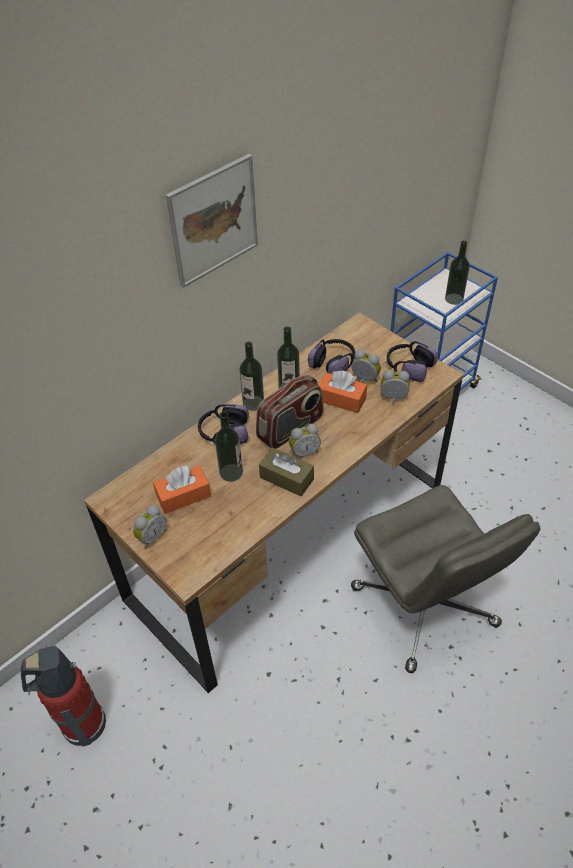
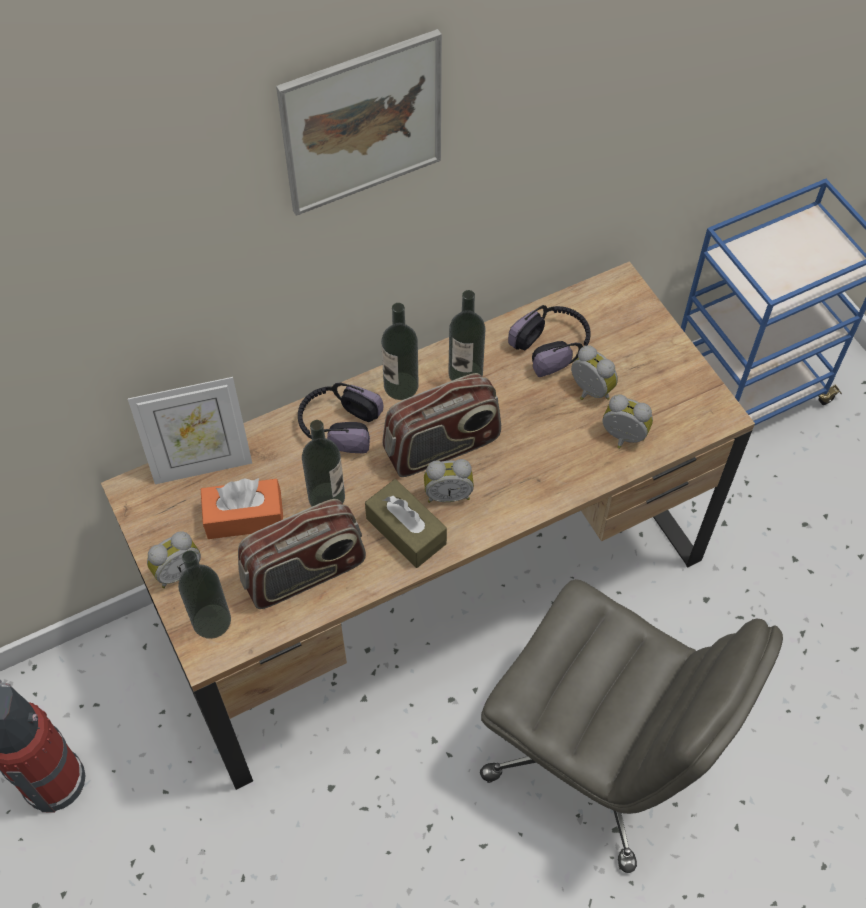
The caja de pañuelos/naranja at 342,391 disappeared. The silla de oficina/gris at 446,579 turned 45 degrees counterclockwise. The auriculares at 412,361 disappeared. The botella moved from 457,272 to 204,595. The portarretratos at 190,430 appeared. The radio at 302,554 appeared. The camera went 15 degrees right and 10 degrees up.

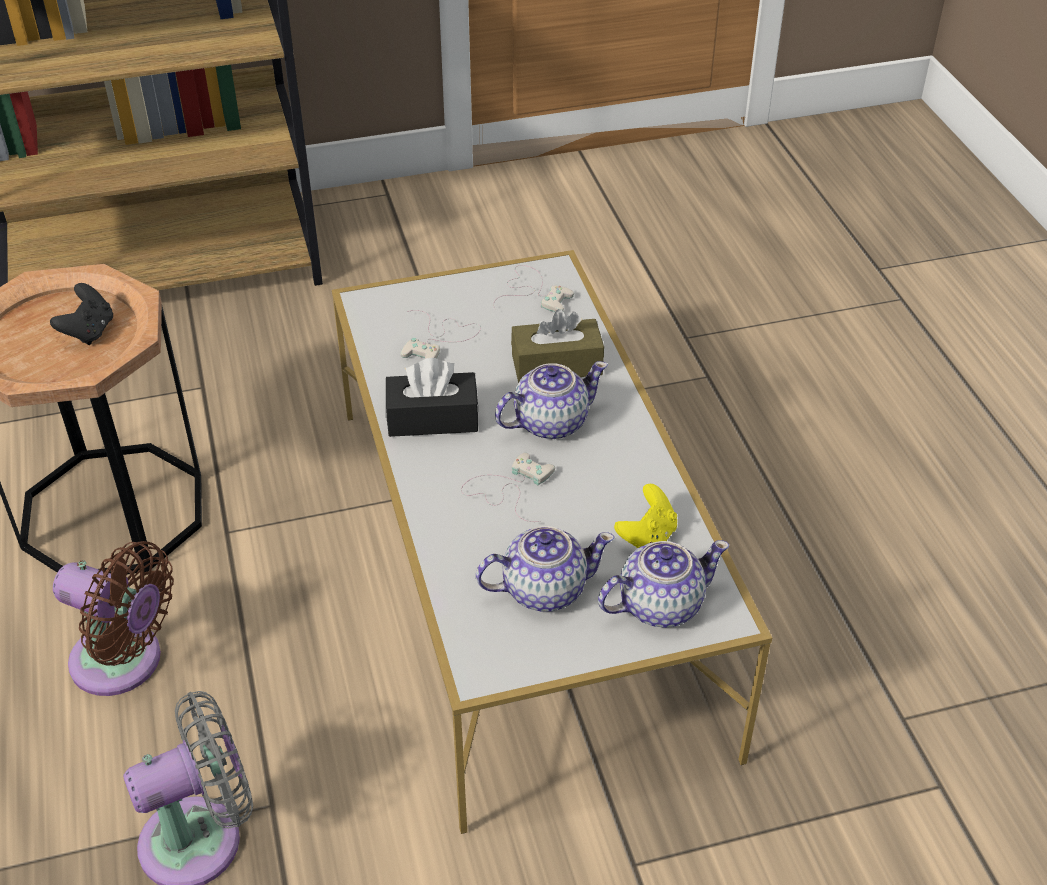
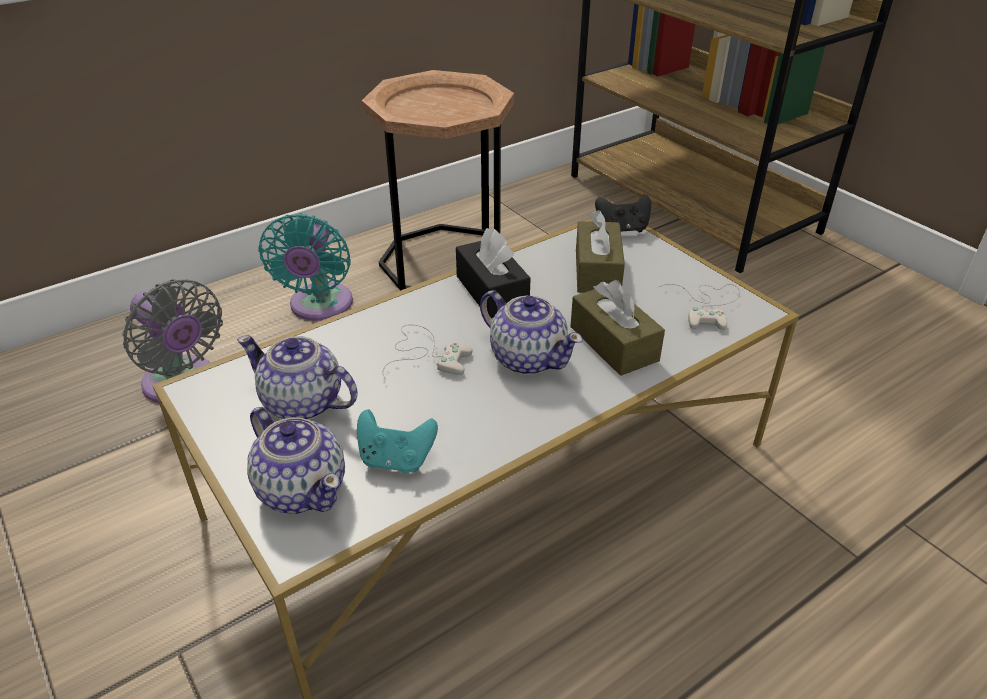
The mando de consola/negro moved from 81,314 to 623,213. The ventilador/marrón at 113,618 became the ventilador/turquesa at 305,267. The mando de consola/blanco at 441,334 was replaced by the caja de pañuelos/marrón at 600,251. The tetera at 545,569 turned 150 degrees clockwise. The mando de consola/amarillo at 645,516 became the mando de consola/turquesa at 397,441. The camera went 70 degrees right and 5 degrees down.

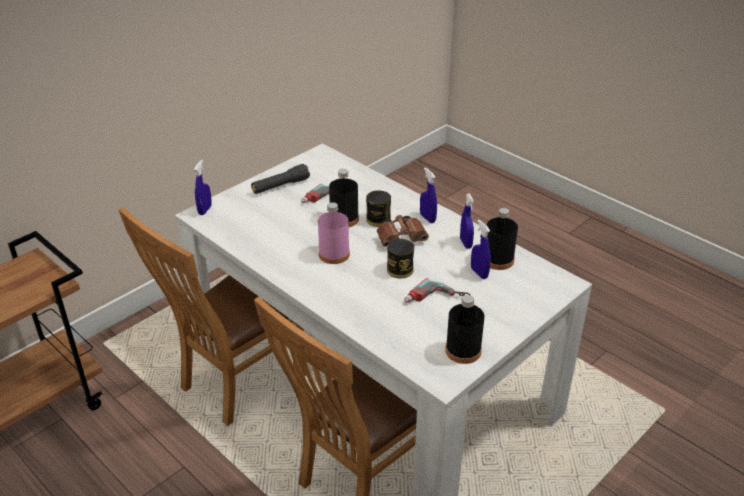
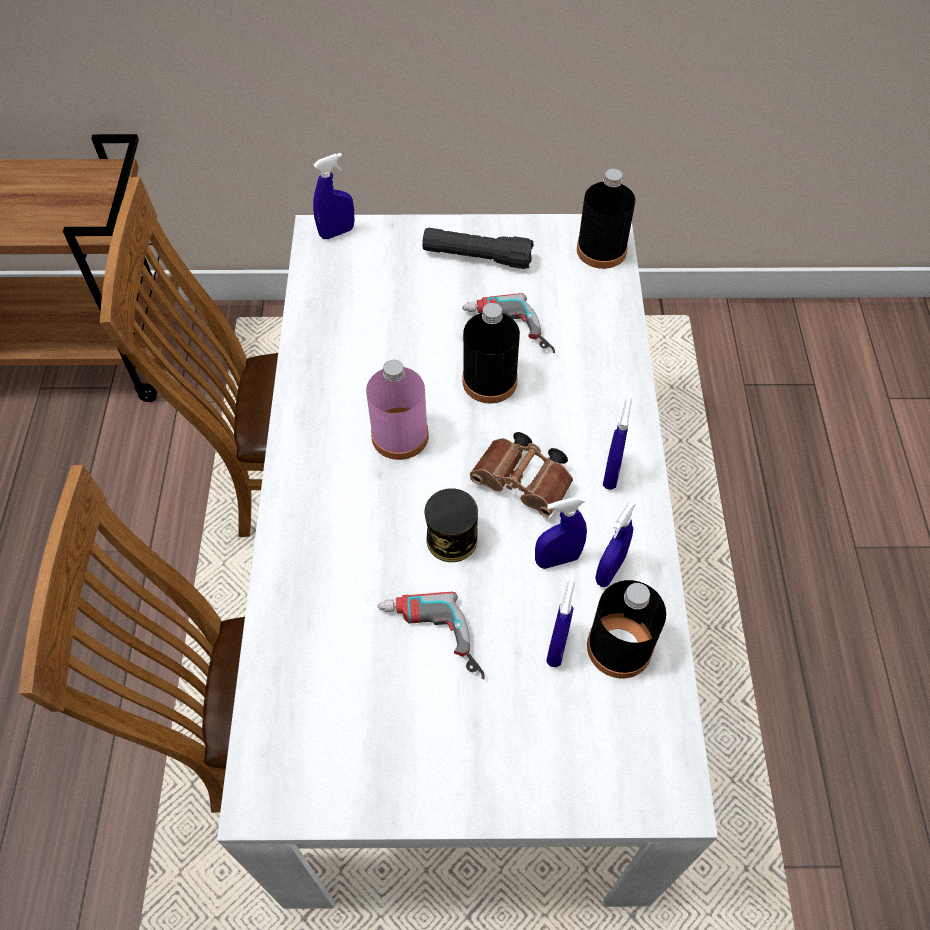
The lata at 378,208 disappeared. The botella/negro moved from 465,329 to 606,219. The pulverizador/azul at 561,532 appeared. The camera went 45 degrees right and 20 degrees up.

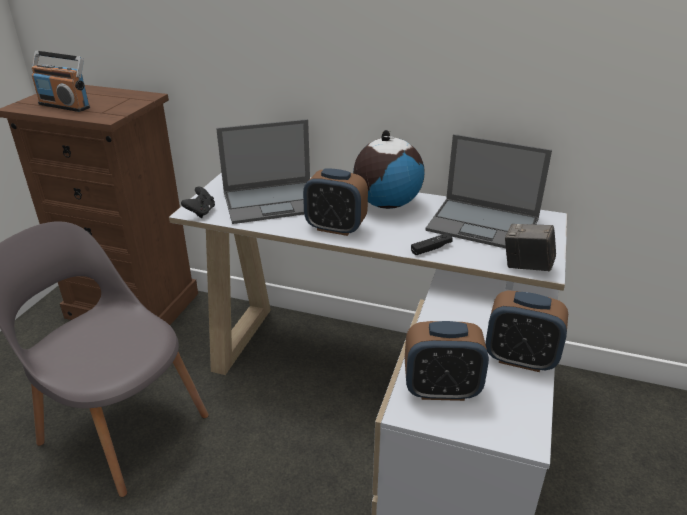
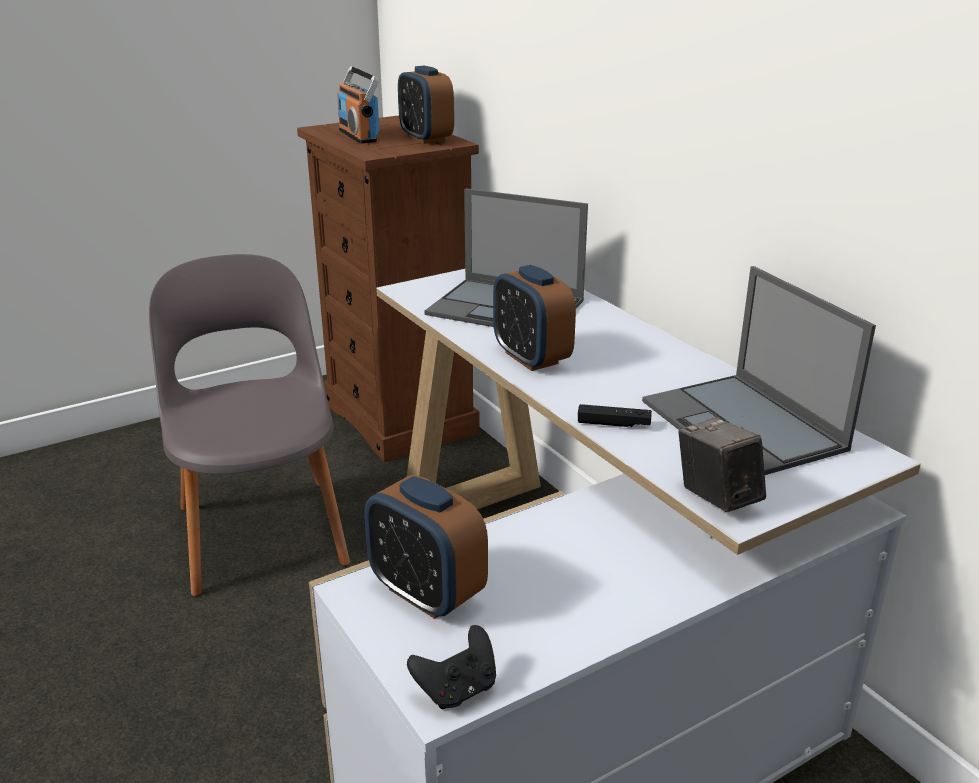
The mando de consola/negro moved from 198,202 to 451,667. The globo terráqueo at 389,169 disappeared. The despertador moved from 527,331 to 426,105. The camera went 40 degrees right and 5 degrees down.

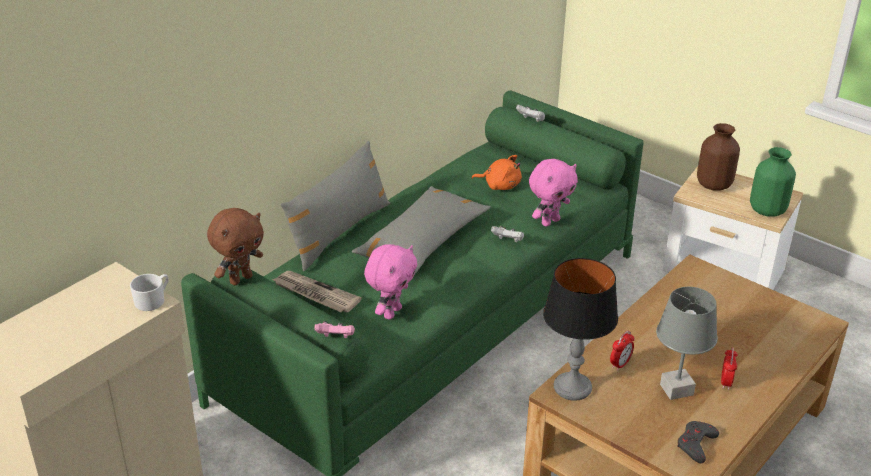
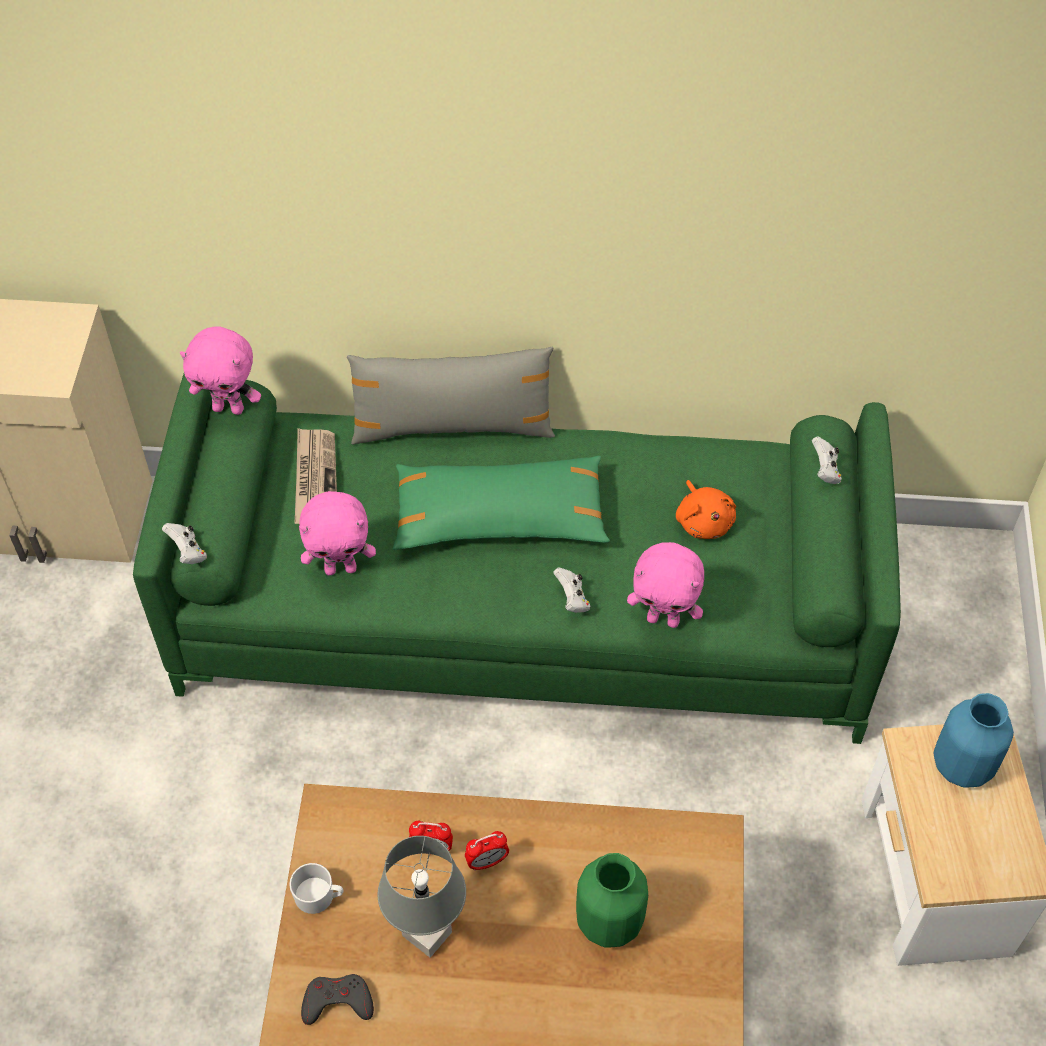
The taza grande/blanco moved from 149,292 to 316,888. The peluche/marrón at 235,246 became the peluche/rosa at 220,370. The mando de consola/rosa at 334,329 became the mando de consola/blanco at 184,543. The cojín/gris at 421,230 became the cojín/verde at 501,503. The lámpara de mesa at 580,329 disappeared. The florero/marrón at 718,157 became the florero/azul at 974,740. The despertador moved from 729,368 to 487,851. The florero/verde moved from 773,182 to 612,900. The camera went 55 degrees right and 20 degrees up.

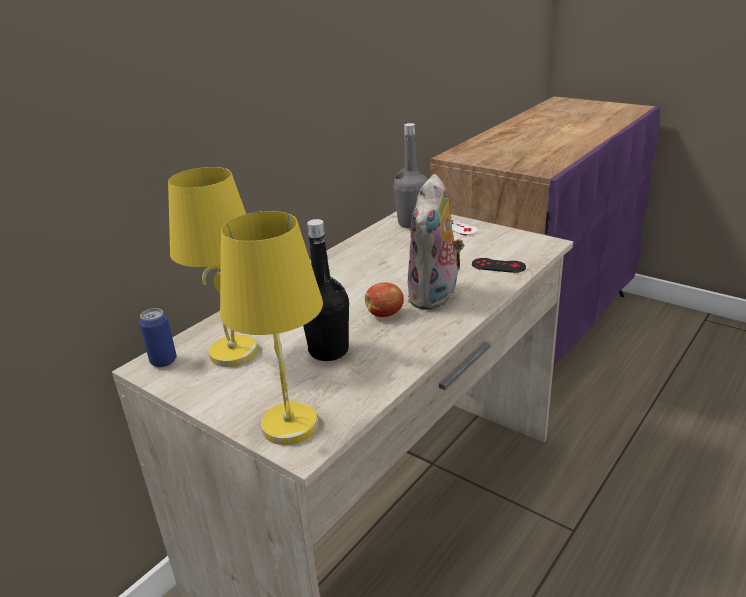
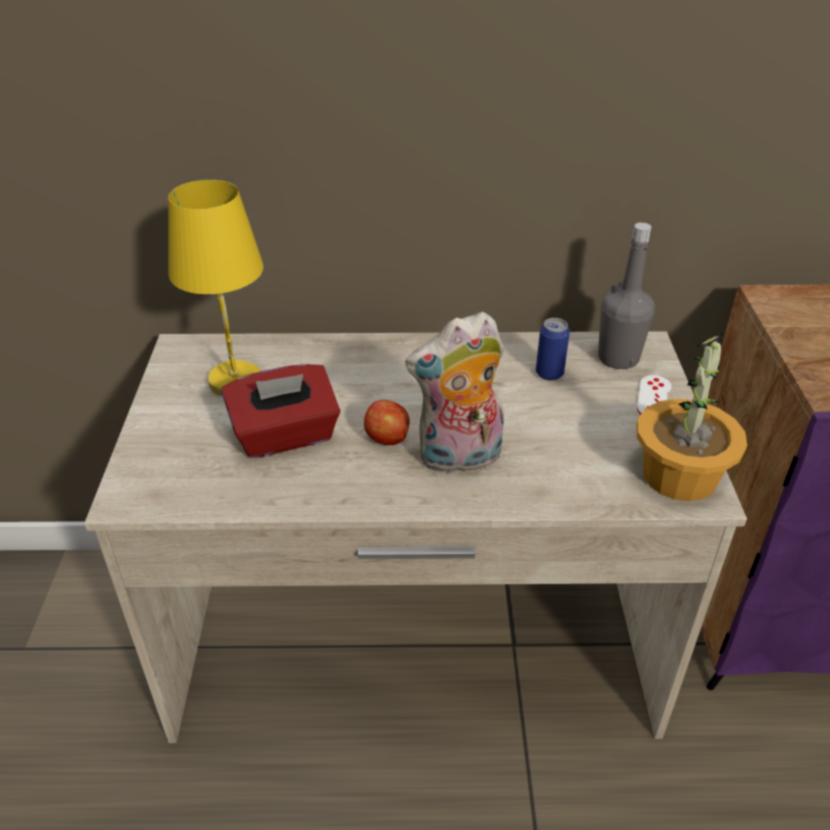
The lata moved from 158,337 to 553,349. The lámpara de mesa/amarillo at 271,328 disappeared. The botella/negro at 326,290 was replaced by the caja de pañuelos/rojo at 280,411. The mando de consola/negro at 499,265 disappeared. The planta en maceta at 692,416 appeared. The camera went 50 degrees right and 10 degrees up.

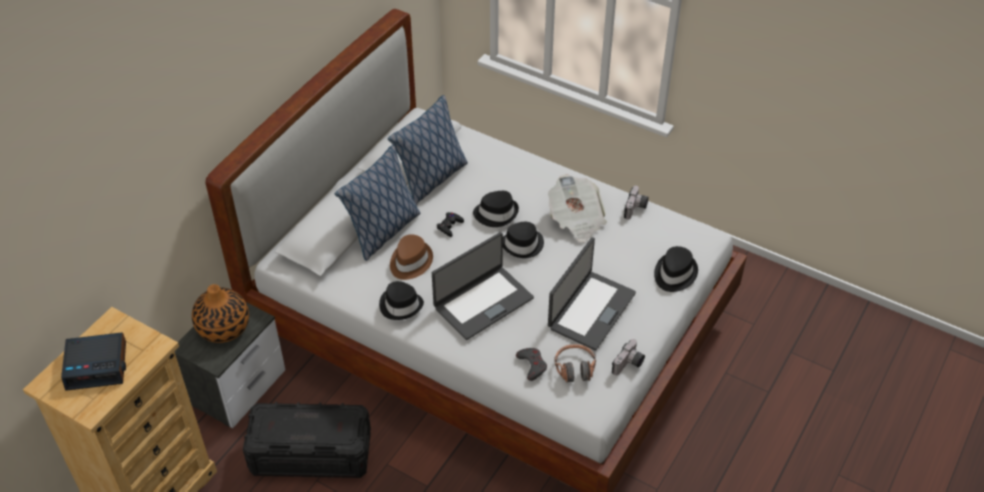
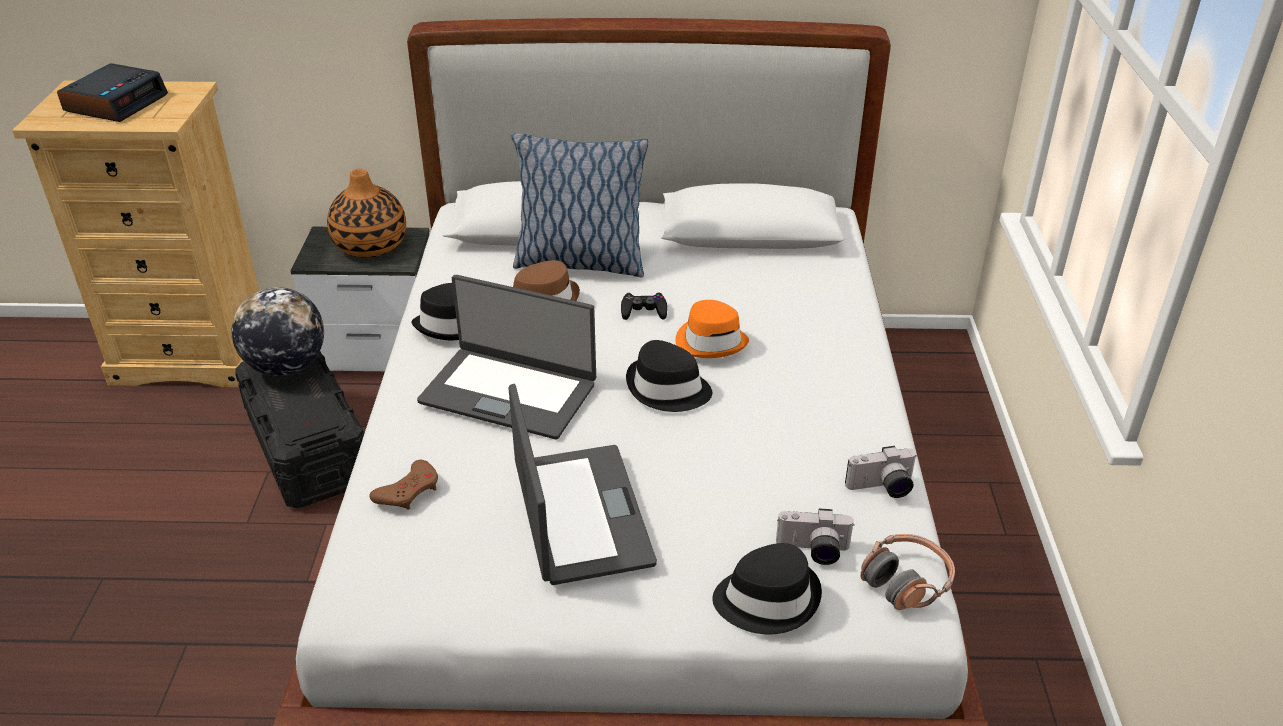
The despertador at 93,361 turned 120 degrees counterclockwise. The cojín at 428,150 disappeared. The sombrero/negro at 496,209 became the sombrero/naranja at 712,329. The mando de consola/gris at 531,364 became the mando de consola/marrón at 403,485. The periódico at 577,208 disappeared. The portátil at 592,294 turned 105 degrees counterclockwise. The auriculares moved from 575,363 to 908,572. The cámara moved from 628,357 to 815,536. The globo terráqueo at 278,331 appeared. The camera went 60 degrees right and 10 degrees down.

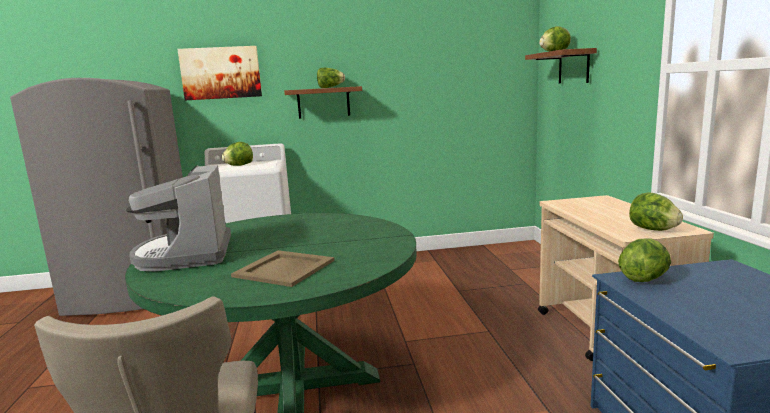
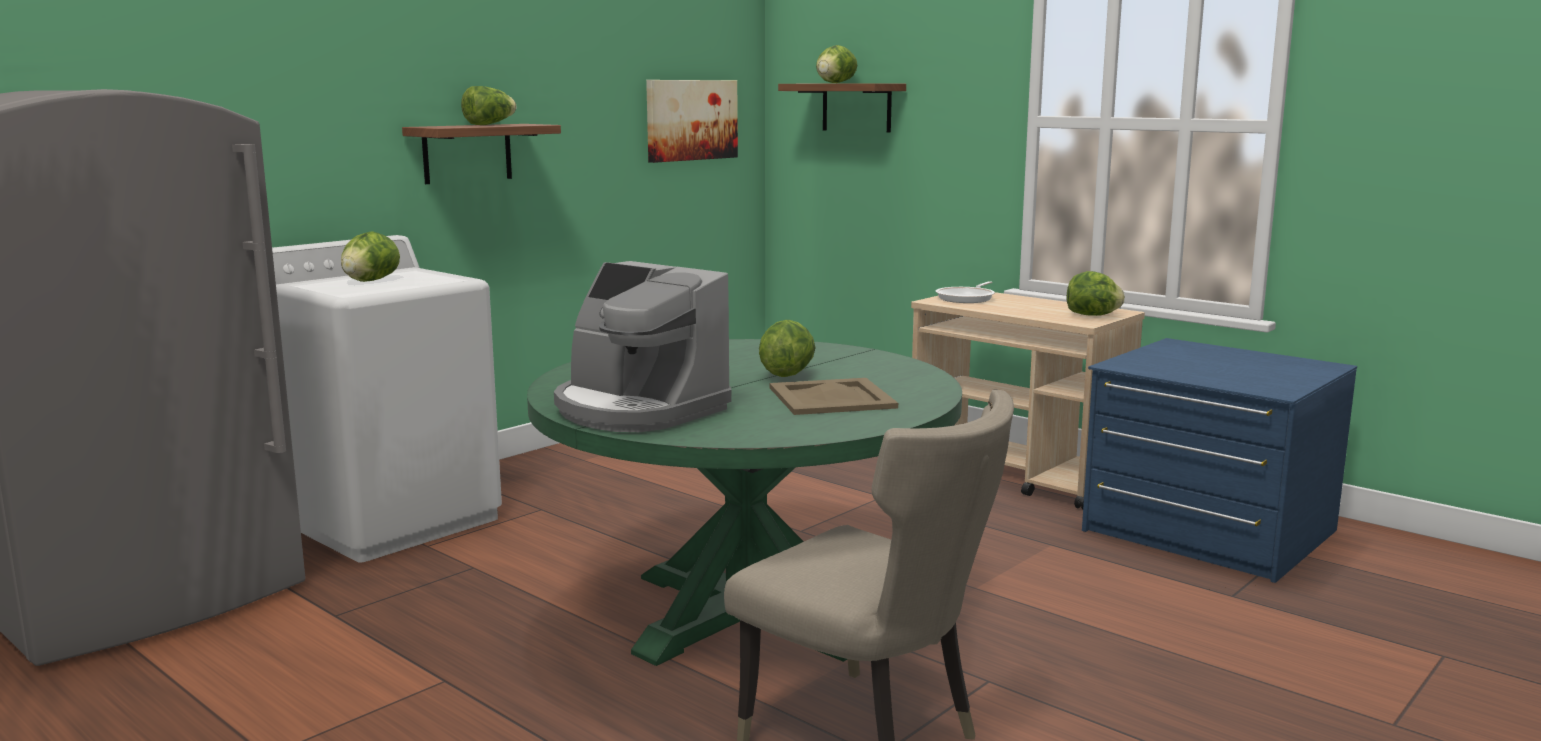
The cuadro moved from 219,73 to 692,121. The lechuga moved from 644,260 to 787,348. The sartén at 965,292 appeared. The camera went 40 degrees left and 0 degrees up.

